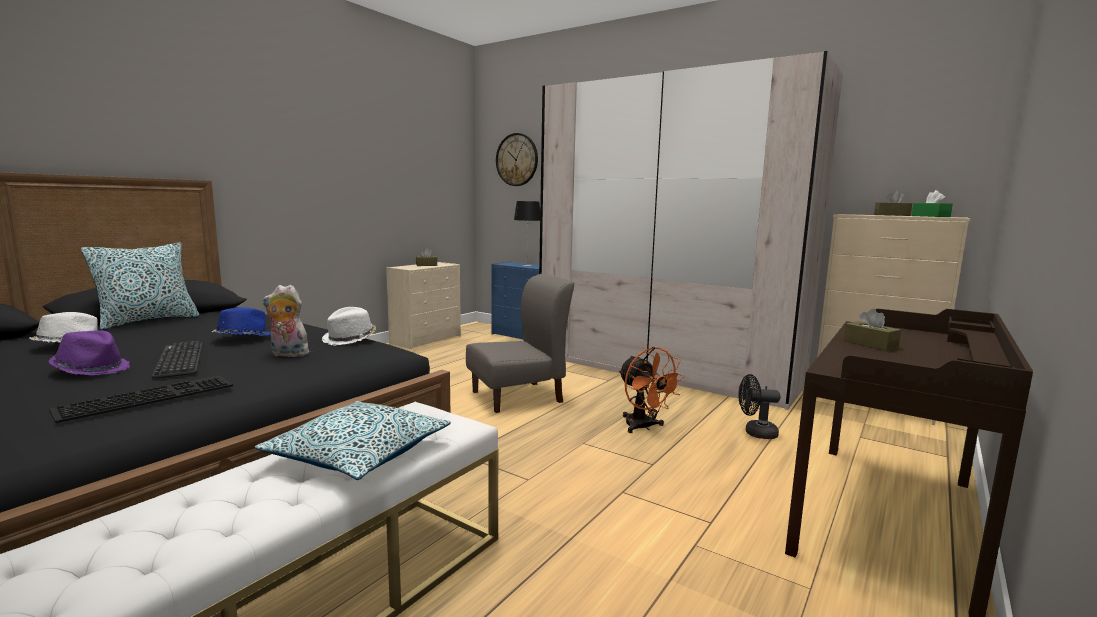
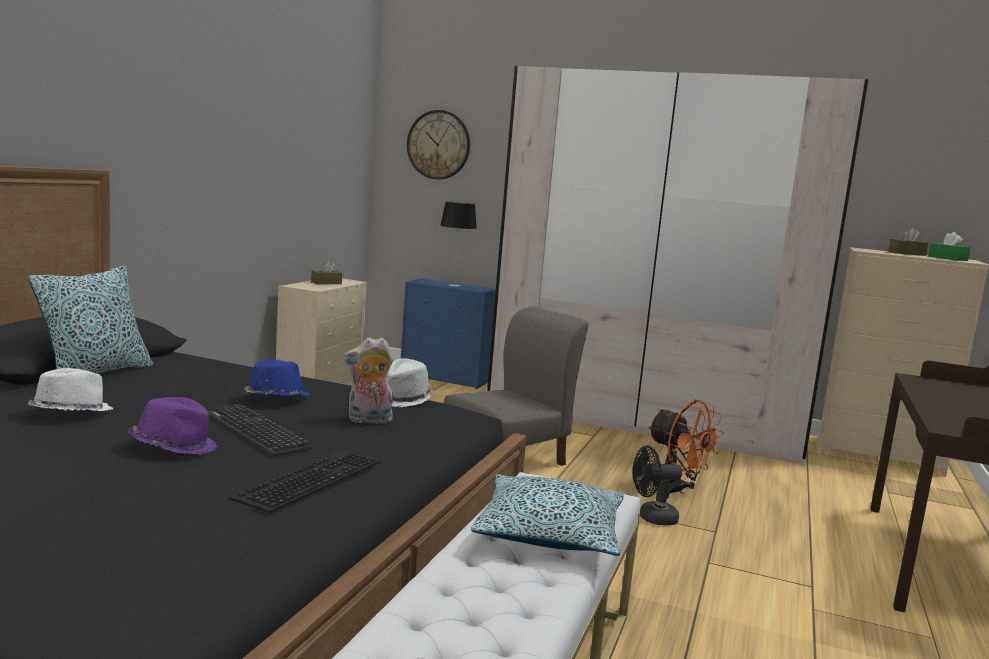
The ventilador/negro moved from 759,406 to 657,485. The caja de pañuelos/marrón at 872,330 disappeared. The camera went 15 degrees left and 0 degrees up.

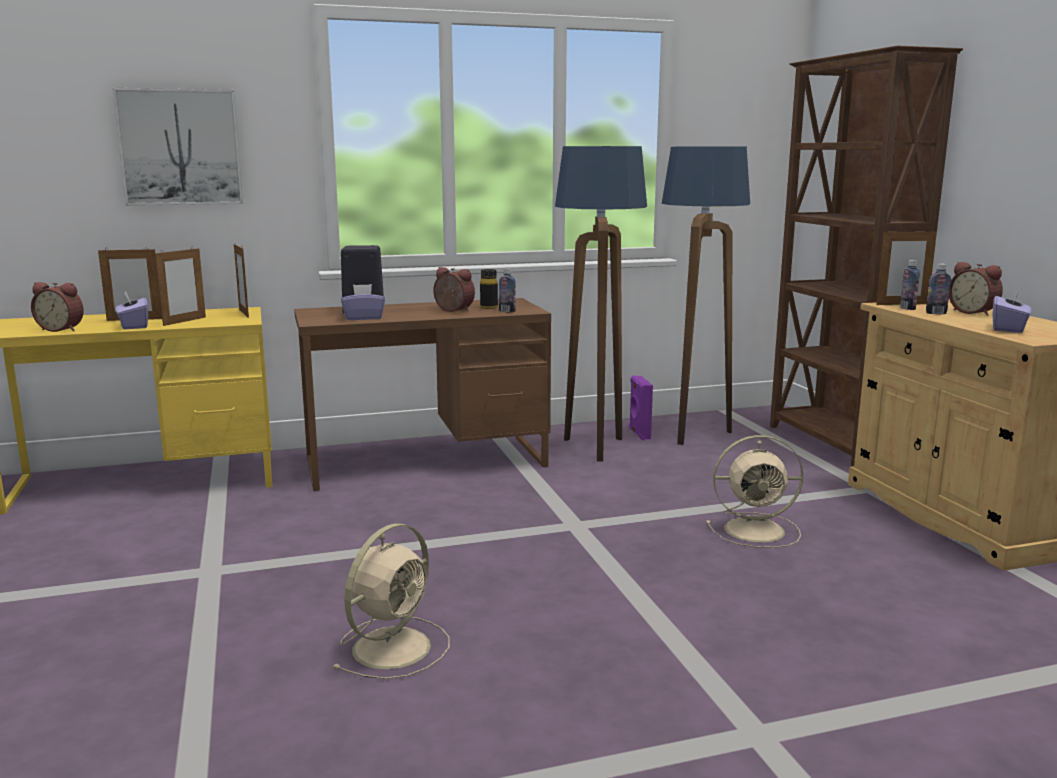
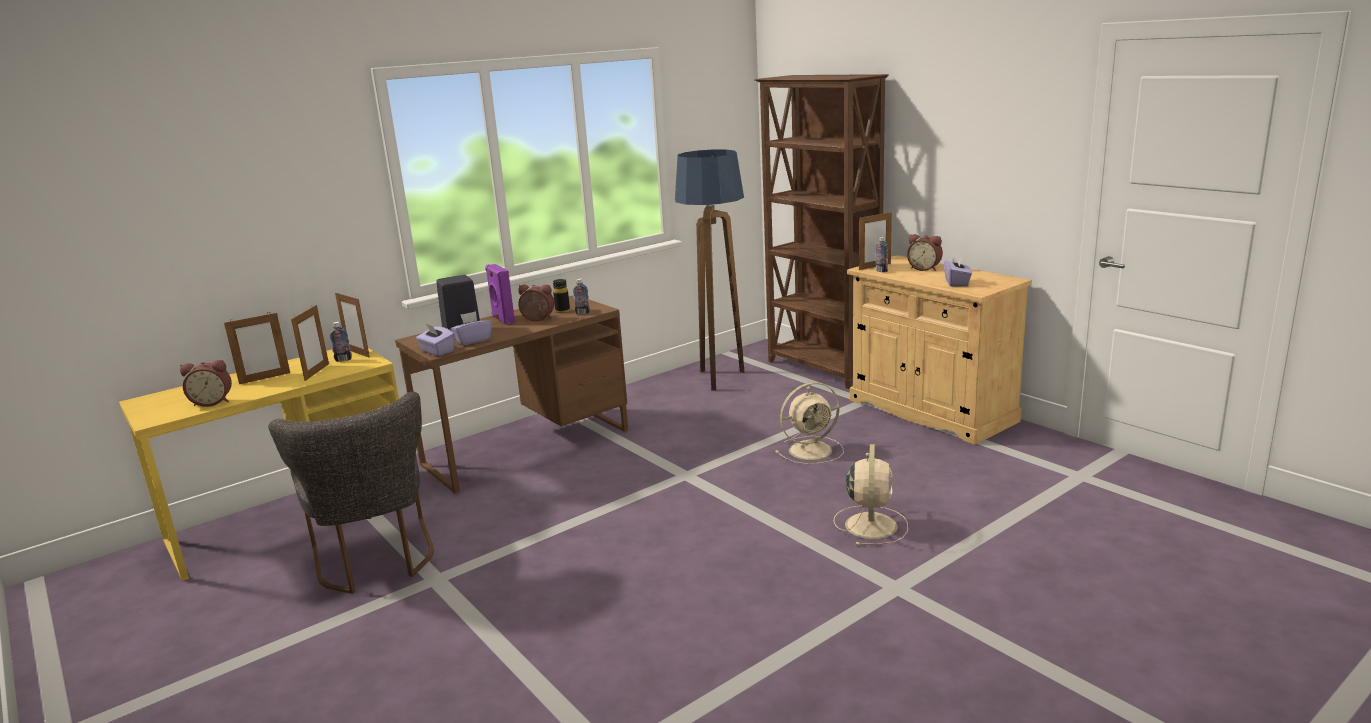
The cuadro at 177,147 disappeared. The caja de pañuelos/morado moved from 132,310 to 435,340. The ventilador/beis moved from 391,601 to 870,495. The lámpara de pie at 601,304 disappeared. The altavoz/morado moved from 641,407 to 500,294. The botella moved from 938,289 to 341,342. The silla/gris at 351,493 appeared. The camera went 20 degrees left and 5 degrees up.

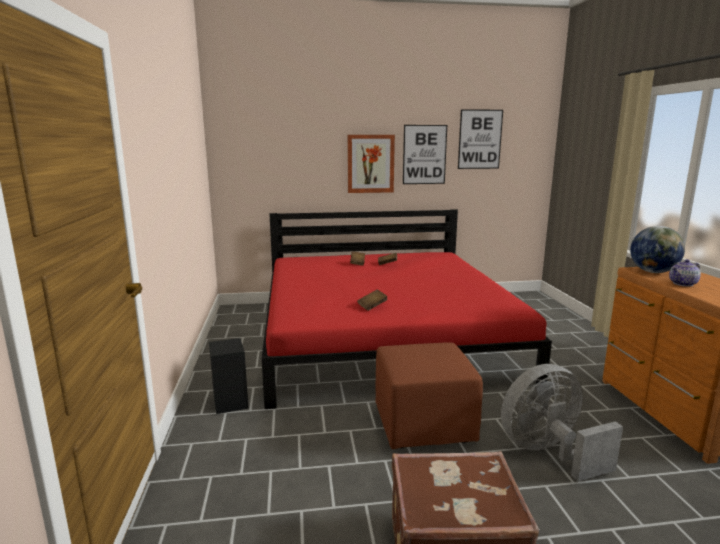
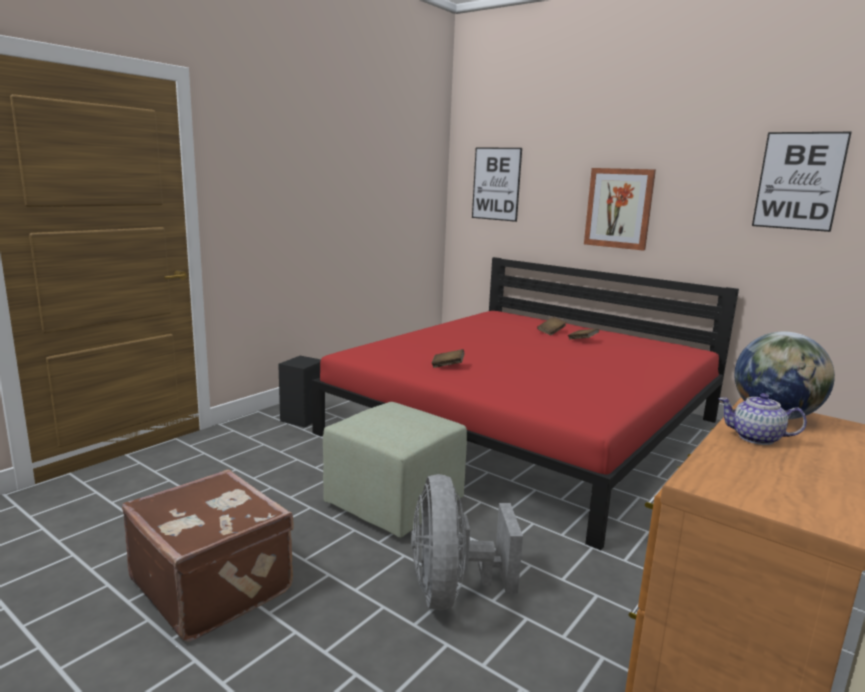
The puf/marrón at 429,395 became the puf/verde at 395,470. The cuadro moved from 425,154 to 497,184. The ventilador/gris at 562,423 turned 120 degrees counterclockwise. The camera went 45 degrees right and 0 degrees up.

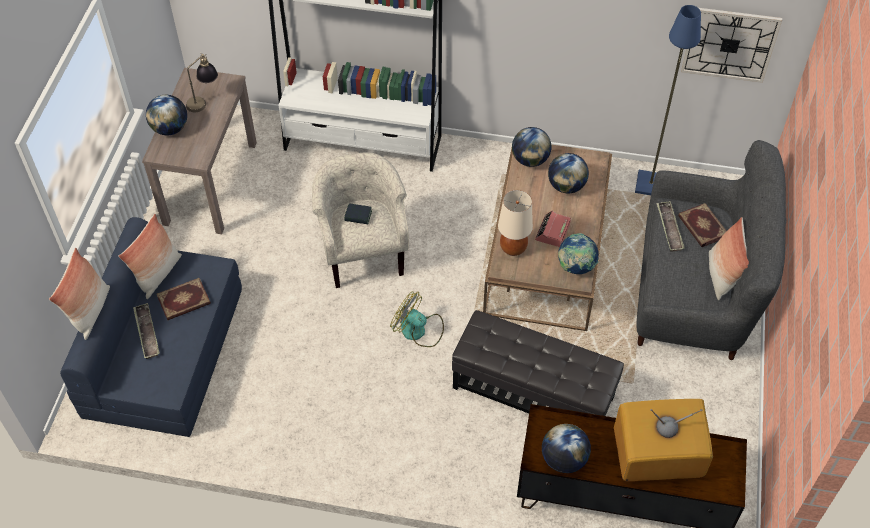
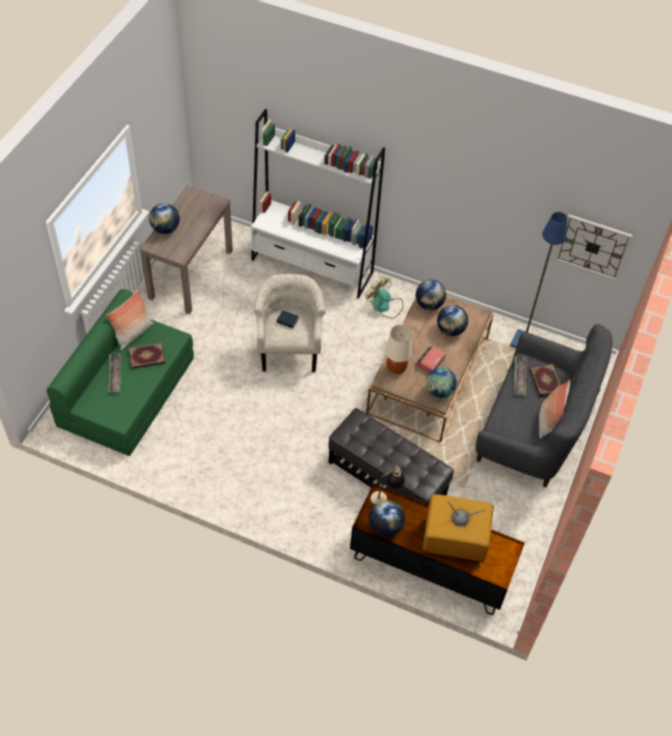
The cojín at 79,294 disappeared. The sofá/azul at 151,327 became the sofá/verde at 120,372. The lámpara de mesa moved from 202,83 to 387,485. The ventilador moved from 417,319 to 384,297. The camera went 10 degrees right and 0 degrees up.

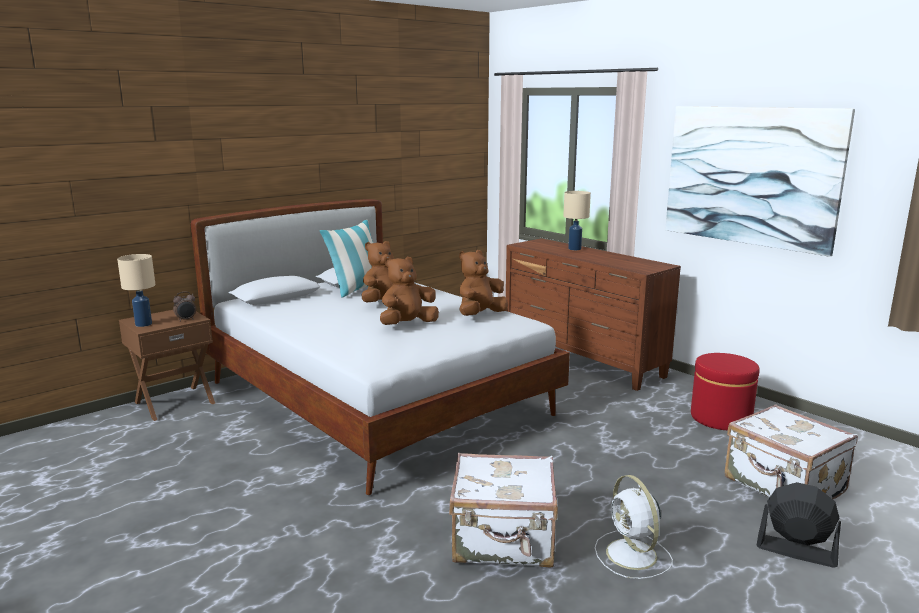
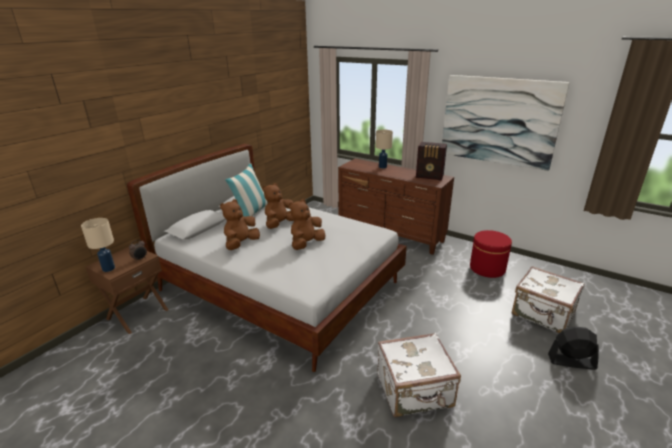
The peluche/marrón moved from 483,283 to 240,224. The ventilador/blanco at 634,527 disappeared. The radio at 431,161 appeared. The camera went 15 degrees left and 10 degrees up.

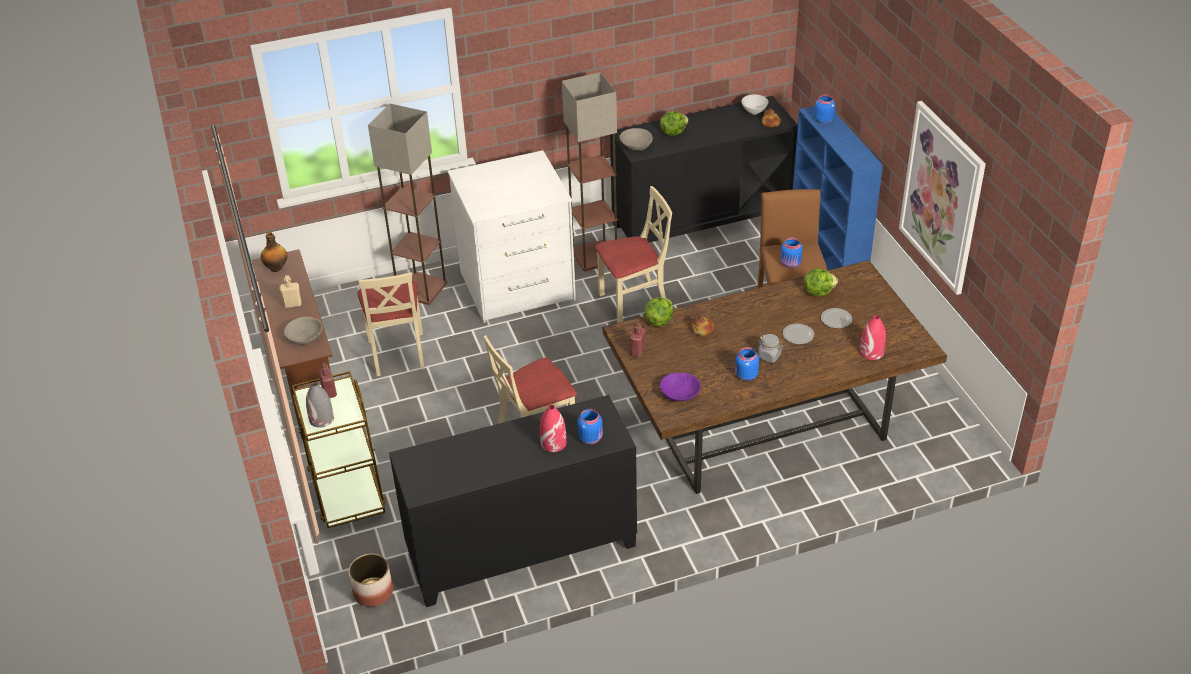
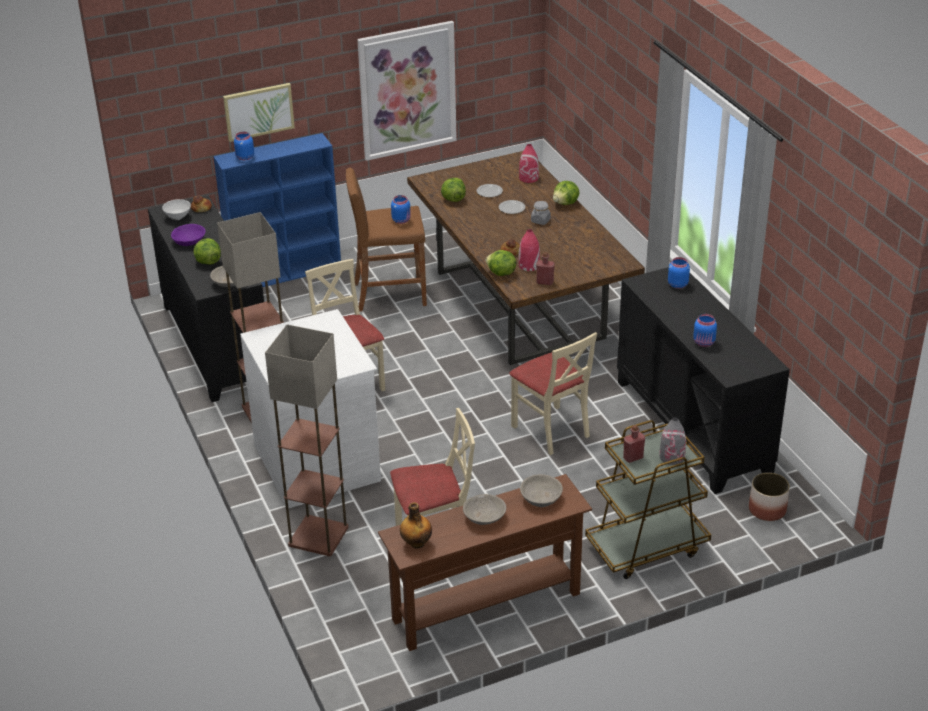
The botella/beis at 290,291 was replaced by the cuenco/gris at 484,509. The florero/rojo moved from 553,428 to 529,250. The cuenco/morado moved from 680,387 to 188,235. The tarro/azul moved from 747,364 to 705,330. The cuadro at 259,112 appeared. The lechuga at 566,193 appeared. The camera went 95 degrees left and 5 degrees down.

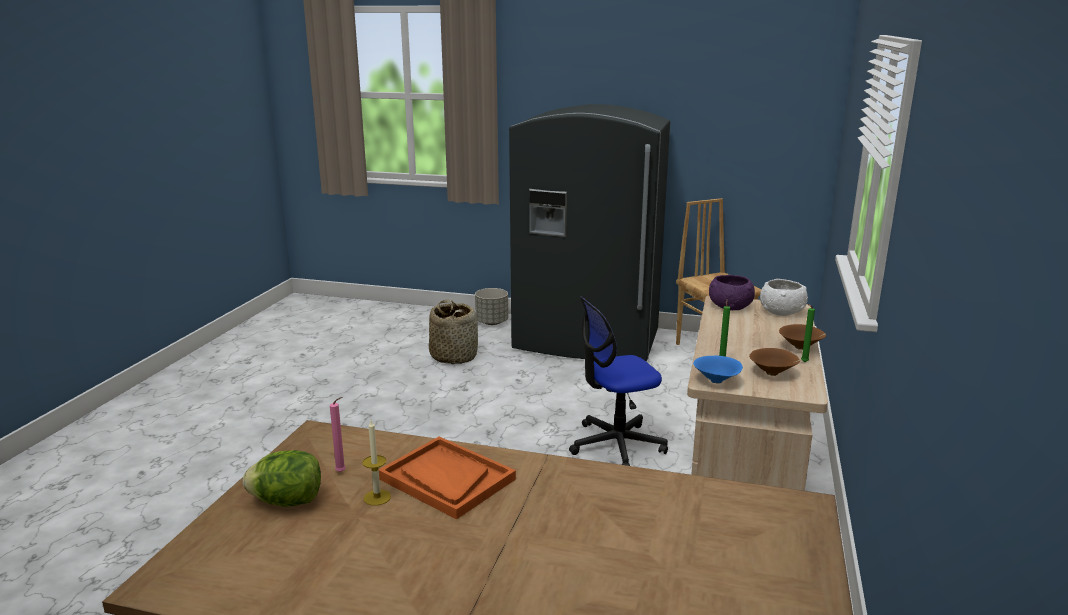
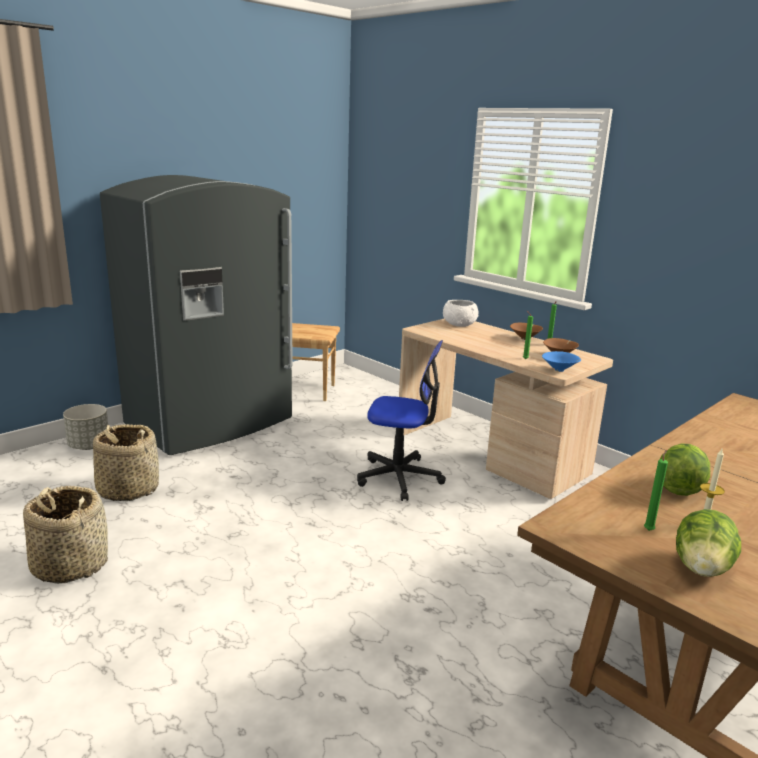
The vela/rosa at 338,434 became the vela/verde at 656,490. The bandeja/naranja at 447,478 was replaced by the lechuga at 685,469. The silla de oficina at 618,381 turned 90 degrees counterclockwise. The cuenco/morado at 732,292 disappeared. The cesta at 65,535 appeared. The camera went 60 degrees left and 0 degrees up.

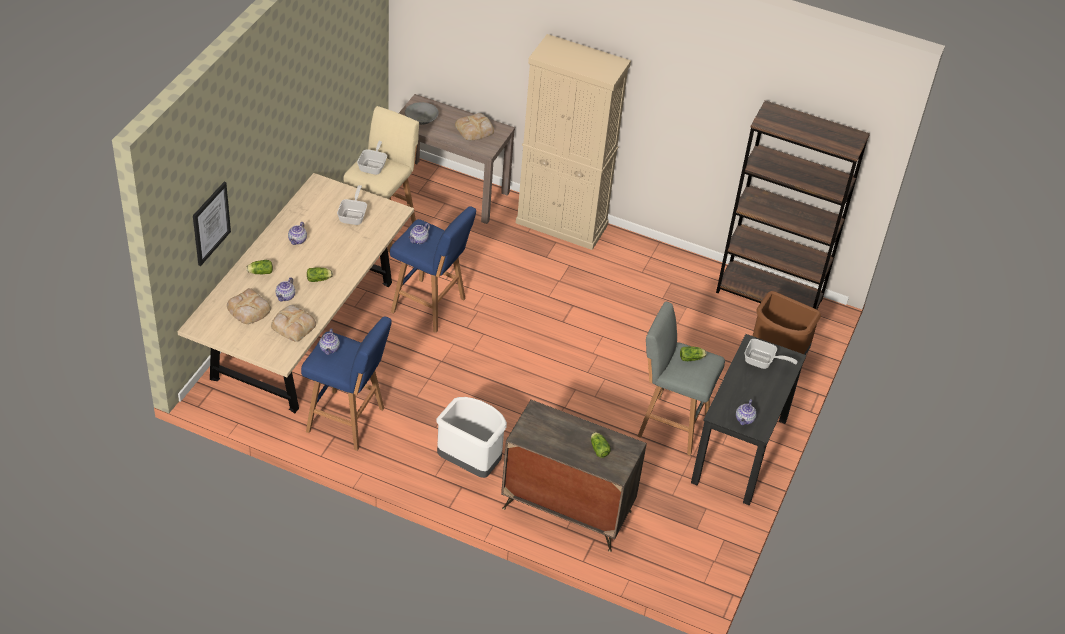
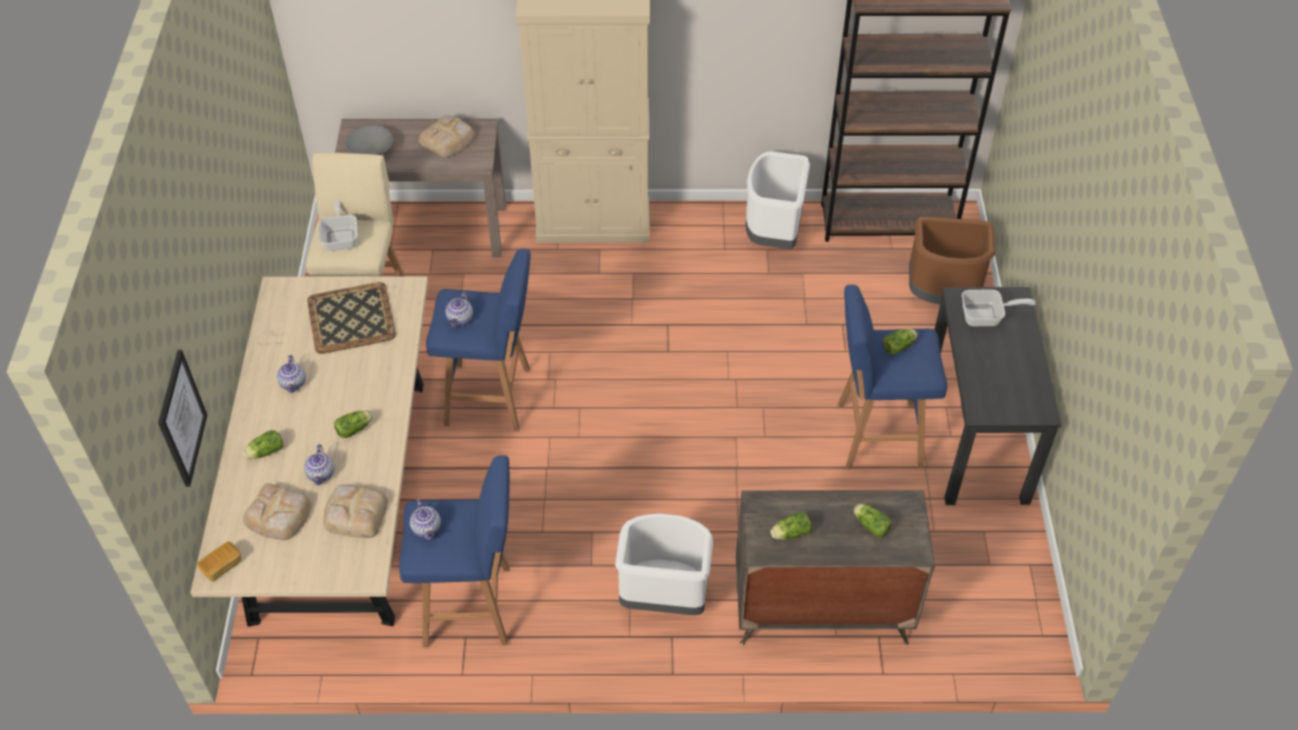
The sartén at 352,205 was replaced by the bandeja at 351,318. The taburete/gris at 681,379 became the taburete/azul at 892,377. The tetera at 746,412 disappeared. The pan at 219,562 appeared. The papelera/blanco at 778,200 appeared. The lechuga at 791,526 appeared. The camera went 20 degrees left and 5 degrees up.

